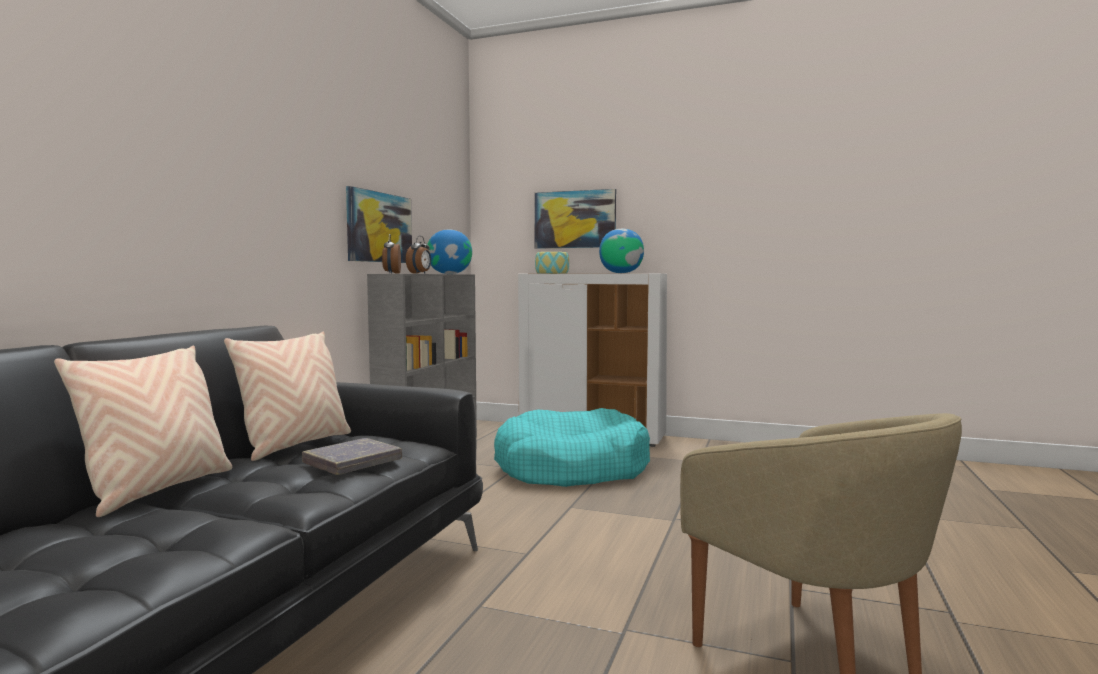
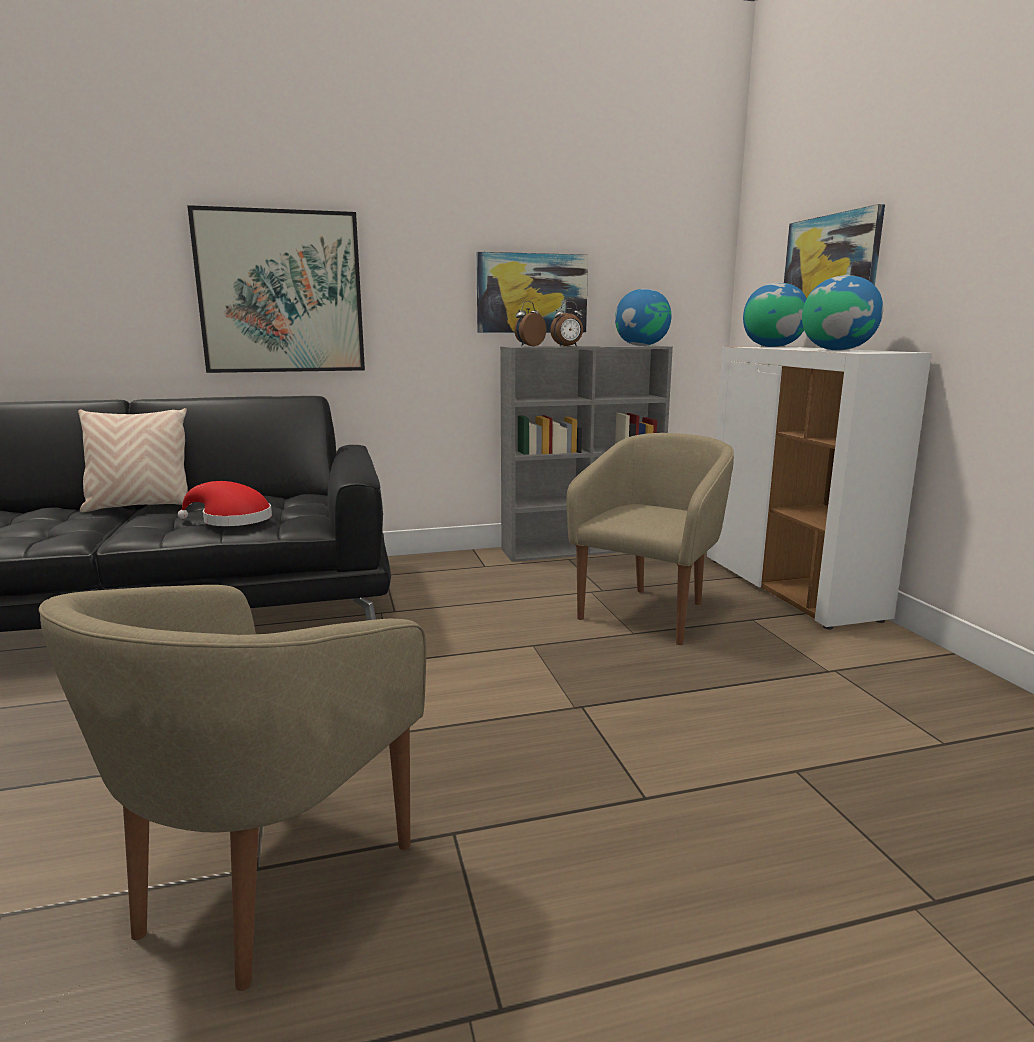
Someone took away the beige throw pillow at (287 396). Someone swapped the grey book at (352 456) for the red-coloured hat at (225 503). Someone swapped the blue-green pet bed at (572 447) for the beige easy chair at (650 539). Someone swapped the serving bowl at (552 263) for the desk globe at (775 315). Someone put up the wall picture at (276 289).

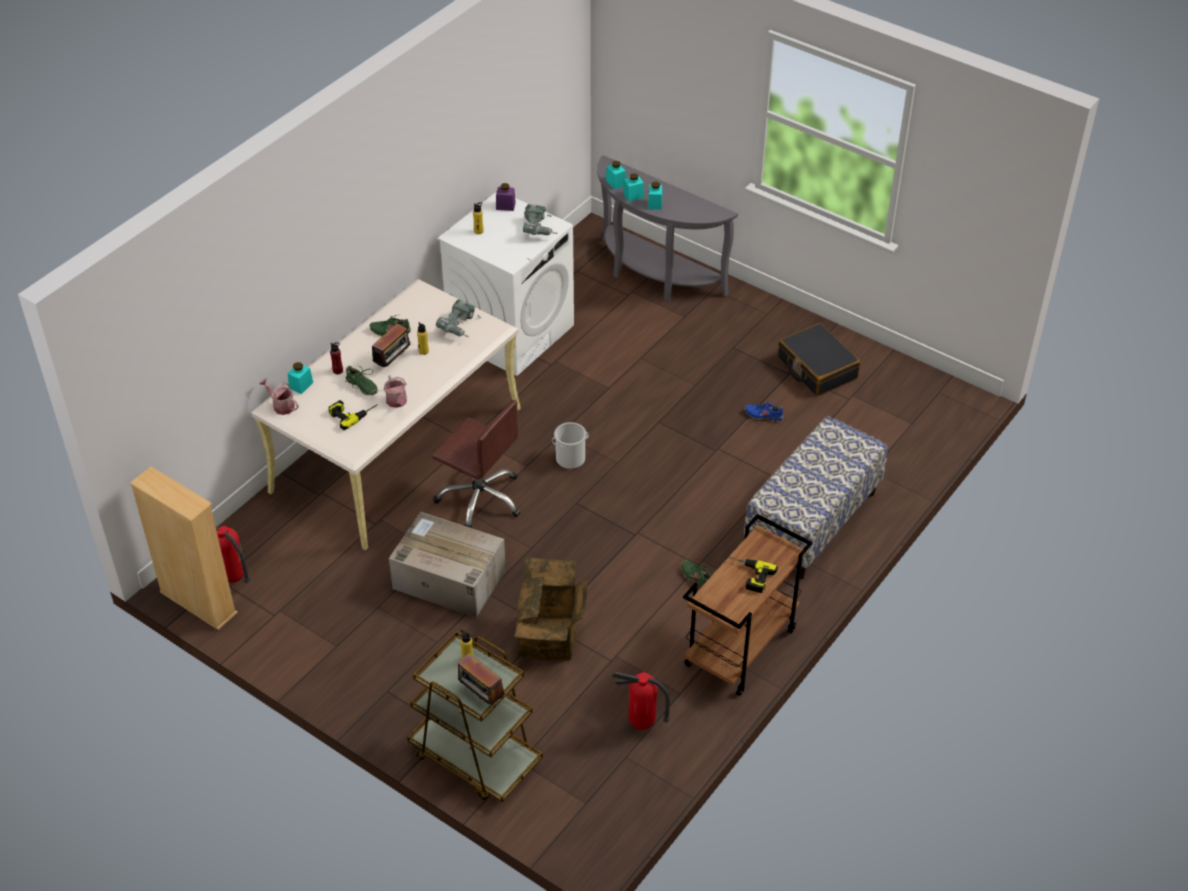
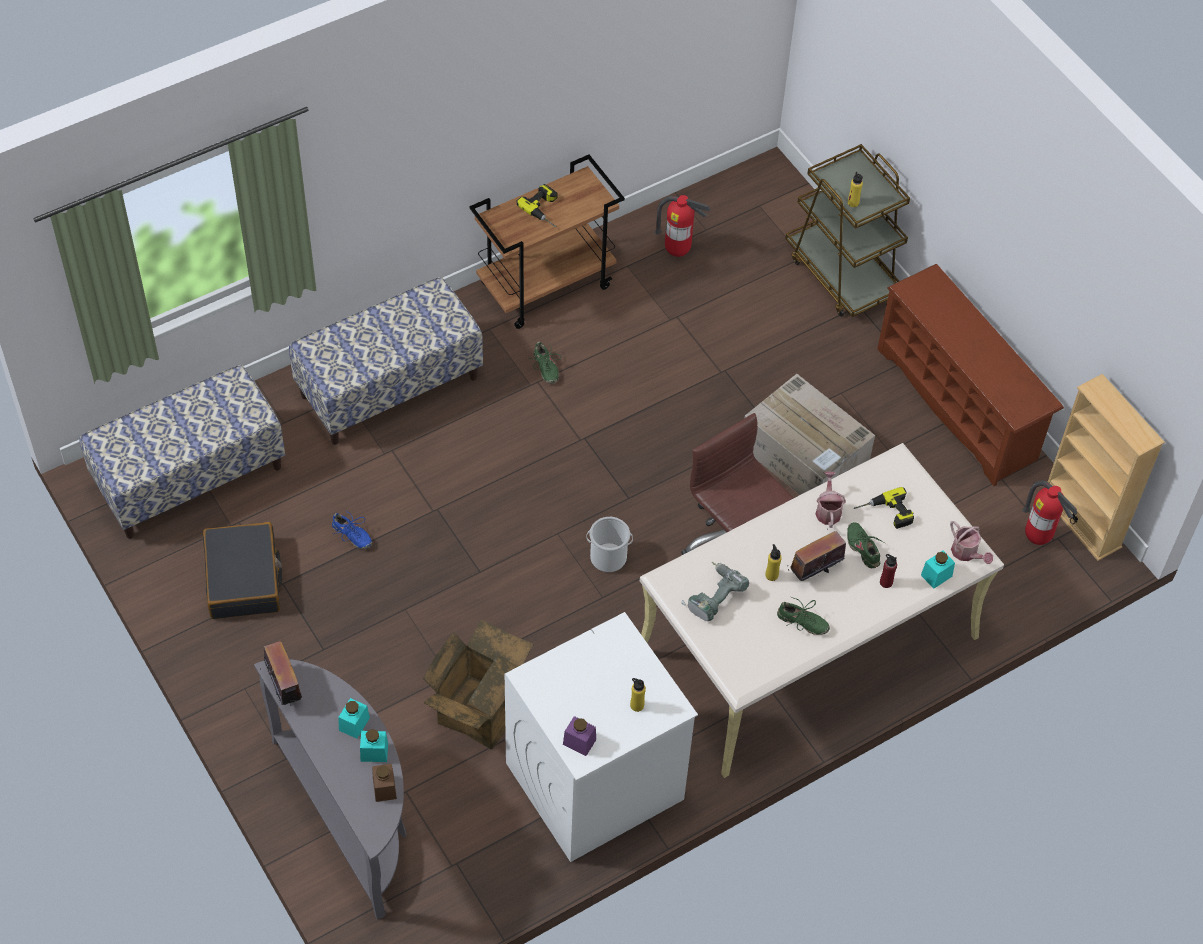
Someone carried the radio set from (481 679) to (283 674). Someone carried the packing box from (551 608) to (478 684). Someone took away the power drill at (540 219). Someone repainted the blue-green jar at (616 175), which became the brown-coloured jar at (384 783). Someone put down the long seat at (182 452). Someone put down the brown-coloured shoe rack at (970 375).

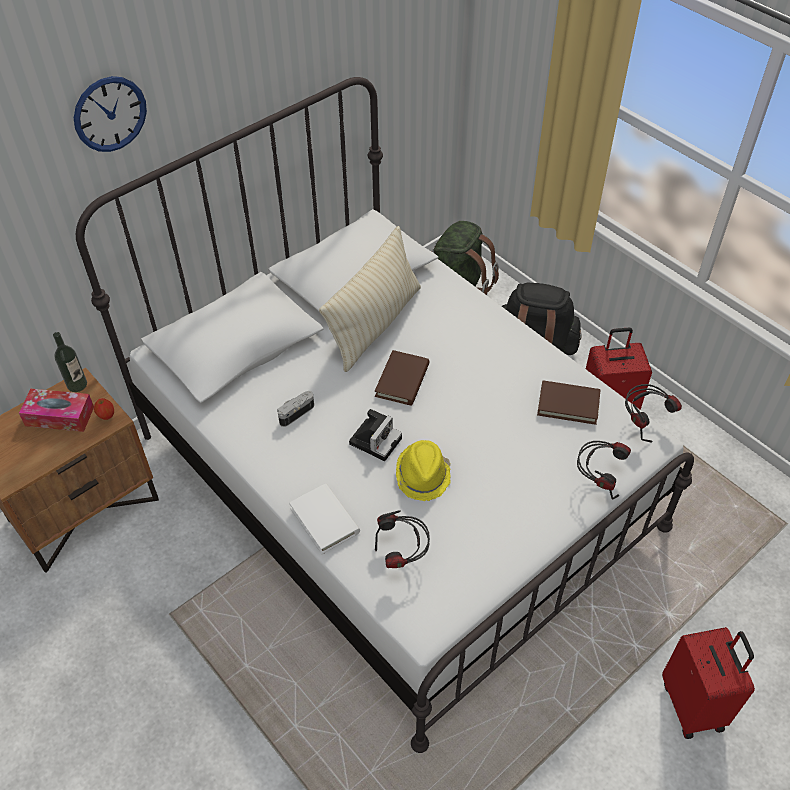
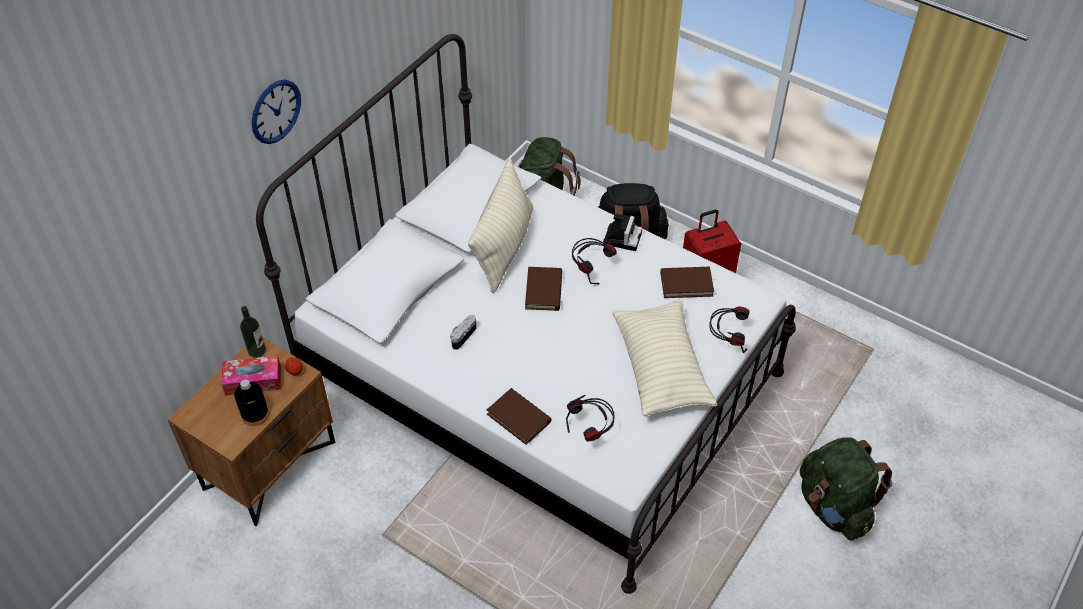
Someone repainted the whitish book at (324 518), which became the brown-coloured book at (519 416). Someone carried the still camera from (375 435) to (622 232). Someone took away the yellow hat at (423 470). Someone carried the headset from (653 413) to (594 261). Someone swapped the red-coloured piece of luggage at (708 683) for the greenish backpack at (846 488). Someone put down the black-coloured beverage bottle at (251 403). Someone put down the beige throw pillow at (664 358).

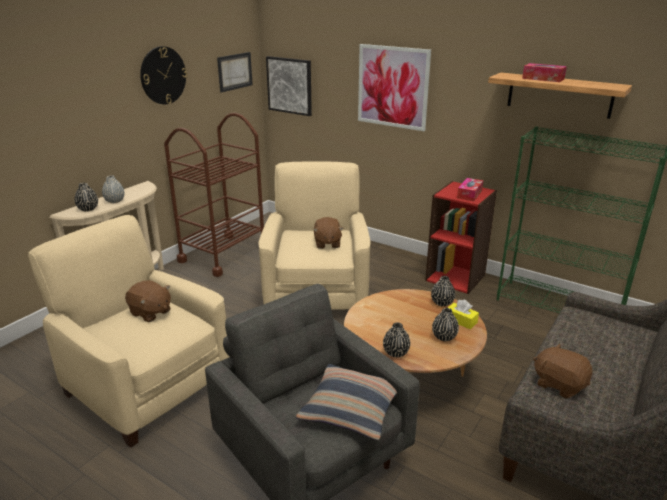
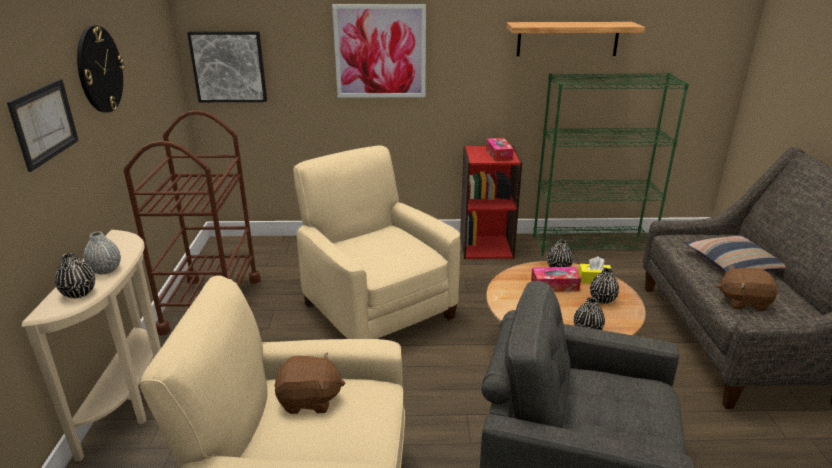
Someone carried the wall picture from (235 72) to (43 125). Someone carried the throw pillow from (346 402) to (735 253). Someone took away the brown-coloured cuddly toy at (328 233). Someone carried the tissue holder from (544 72) to (556 279).

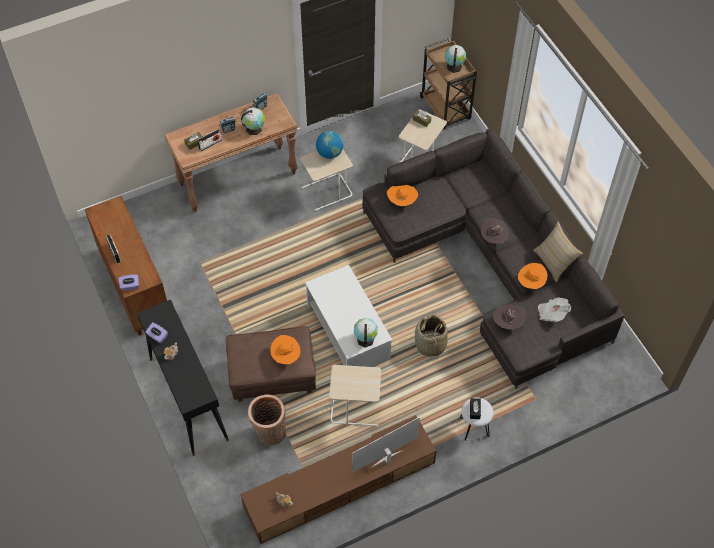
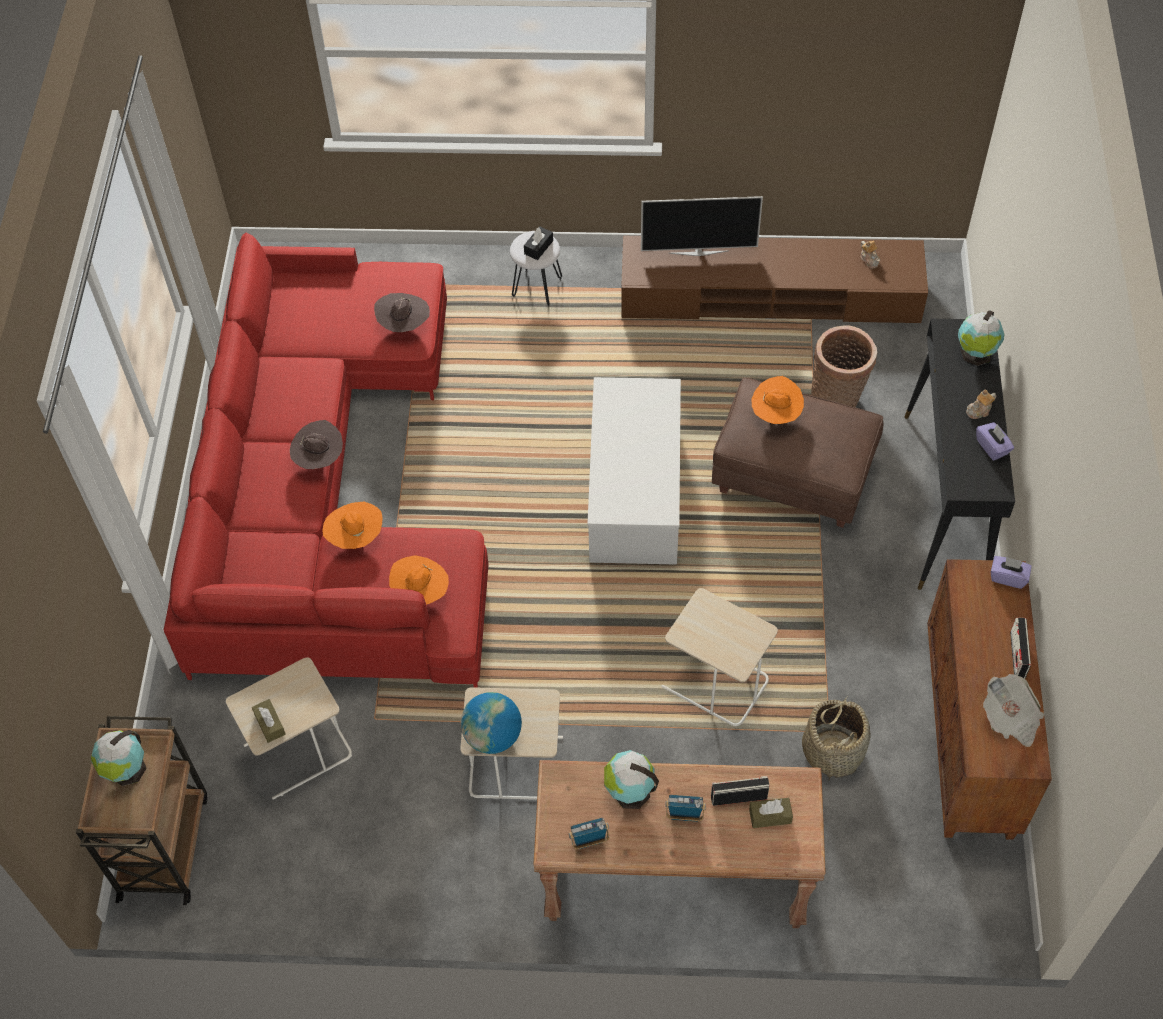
Someone carried the beige end table from (355 395) to (719 657). Someone carried the desk globe from (366 333) to (981 338). Someone repainted the grey couch at (493 259), which became the red-coloured couch at (326 460). Someone carried the household basket from (431 336) to (836 738). Someone carried the orange-coloured hat from (533 276) to (352 525). Someone took away the beige throw pillow at (558 252). Someone carried the daily paper from (554 309) to (1013 710).

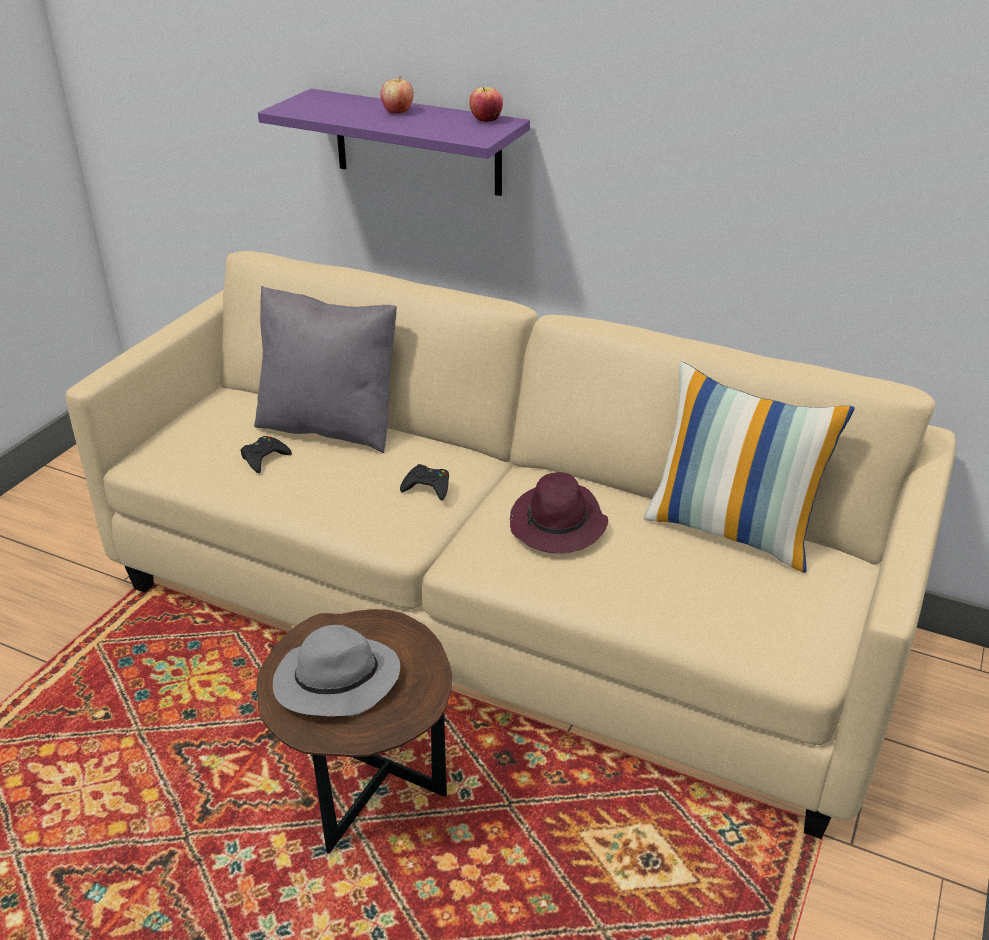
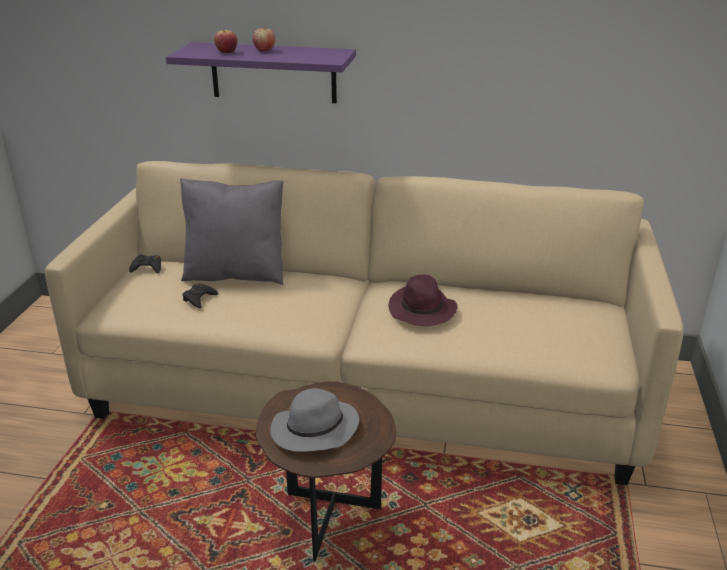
Someone carried the black-coloured joypad from (424 482) to (145 264). Someone carried the whole apple from (486 104) to (225 41). Someone took away the throw pillow at (749 467).

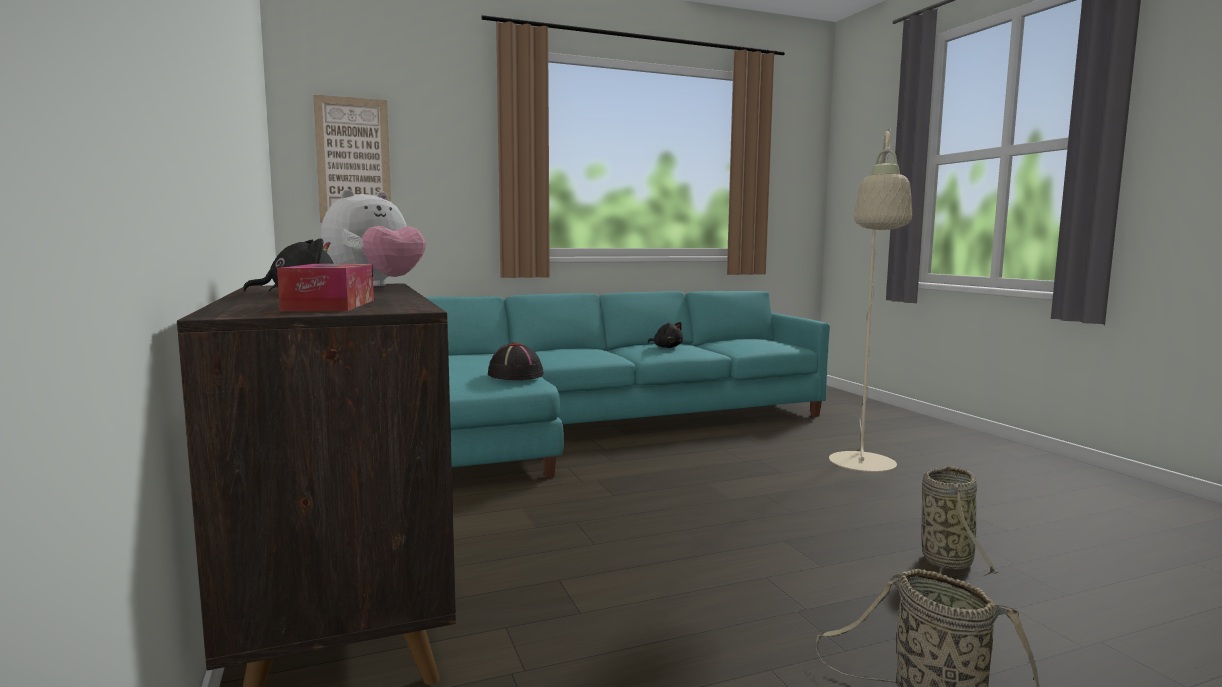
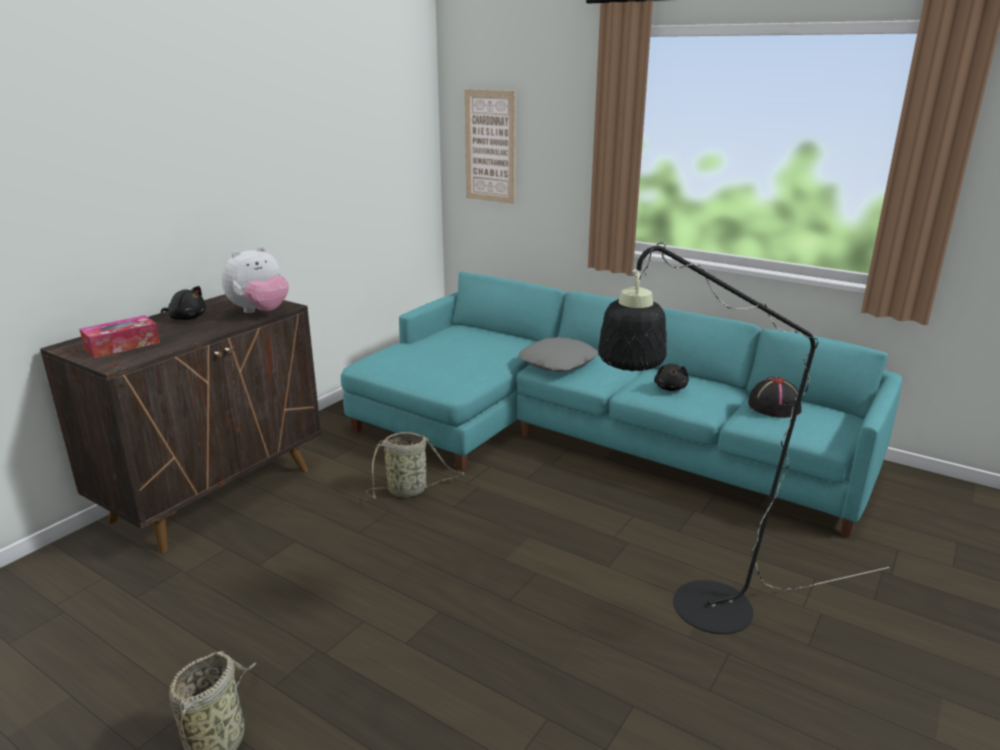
Someone rotated the cuddly toy at (373 237) by 45 degrees counterclockwise. Someone carried the black-coloured hat from (516 361) to (775 397). Someone repainted the beige standard lamp at (870 300), which became the black-coloured standard lamp at (743 438). Someone carried the household basket from (959 523) to (415 465). Someone put down the grey throw pillow at (558 354).

